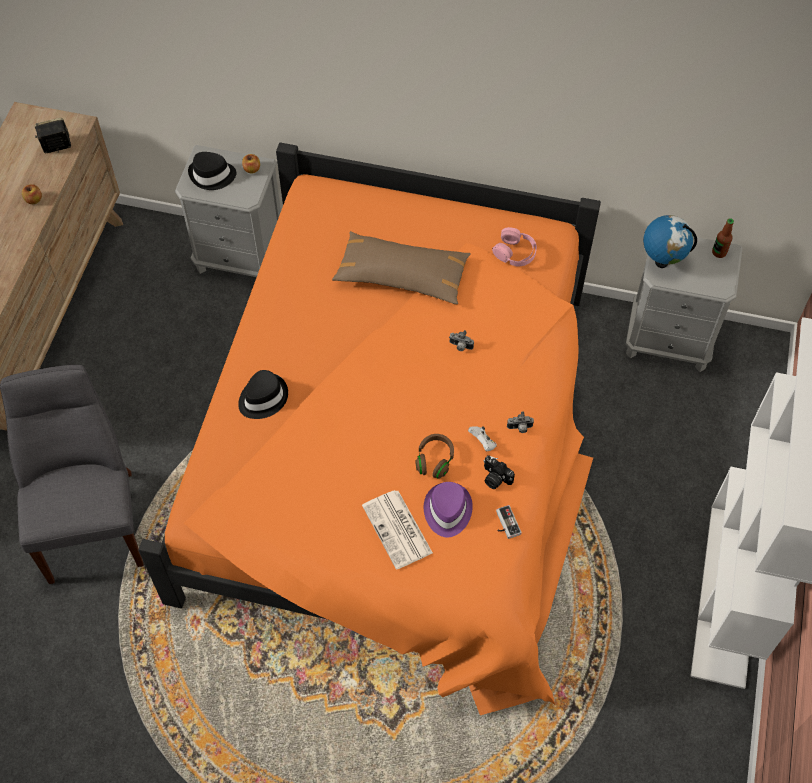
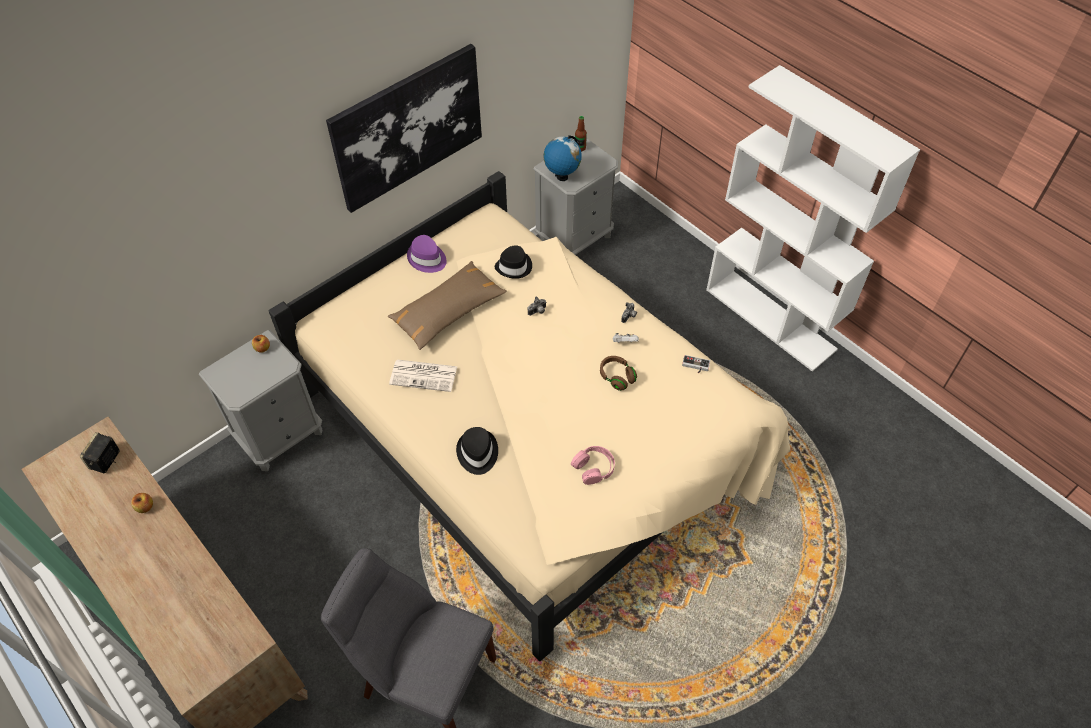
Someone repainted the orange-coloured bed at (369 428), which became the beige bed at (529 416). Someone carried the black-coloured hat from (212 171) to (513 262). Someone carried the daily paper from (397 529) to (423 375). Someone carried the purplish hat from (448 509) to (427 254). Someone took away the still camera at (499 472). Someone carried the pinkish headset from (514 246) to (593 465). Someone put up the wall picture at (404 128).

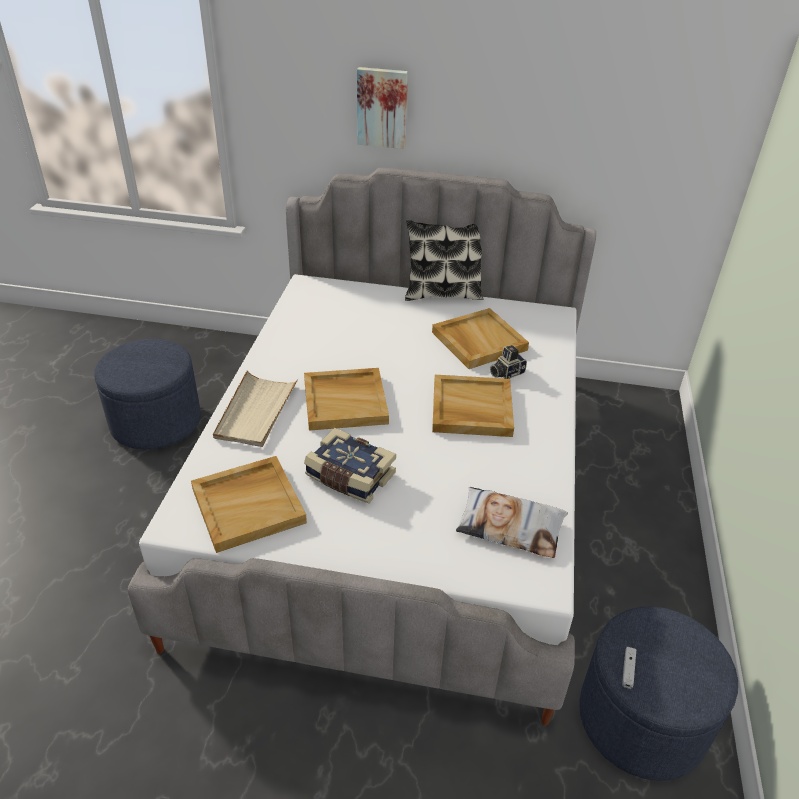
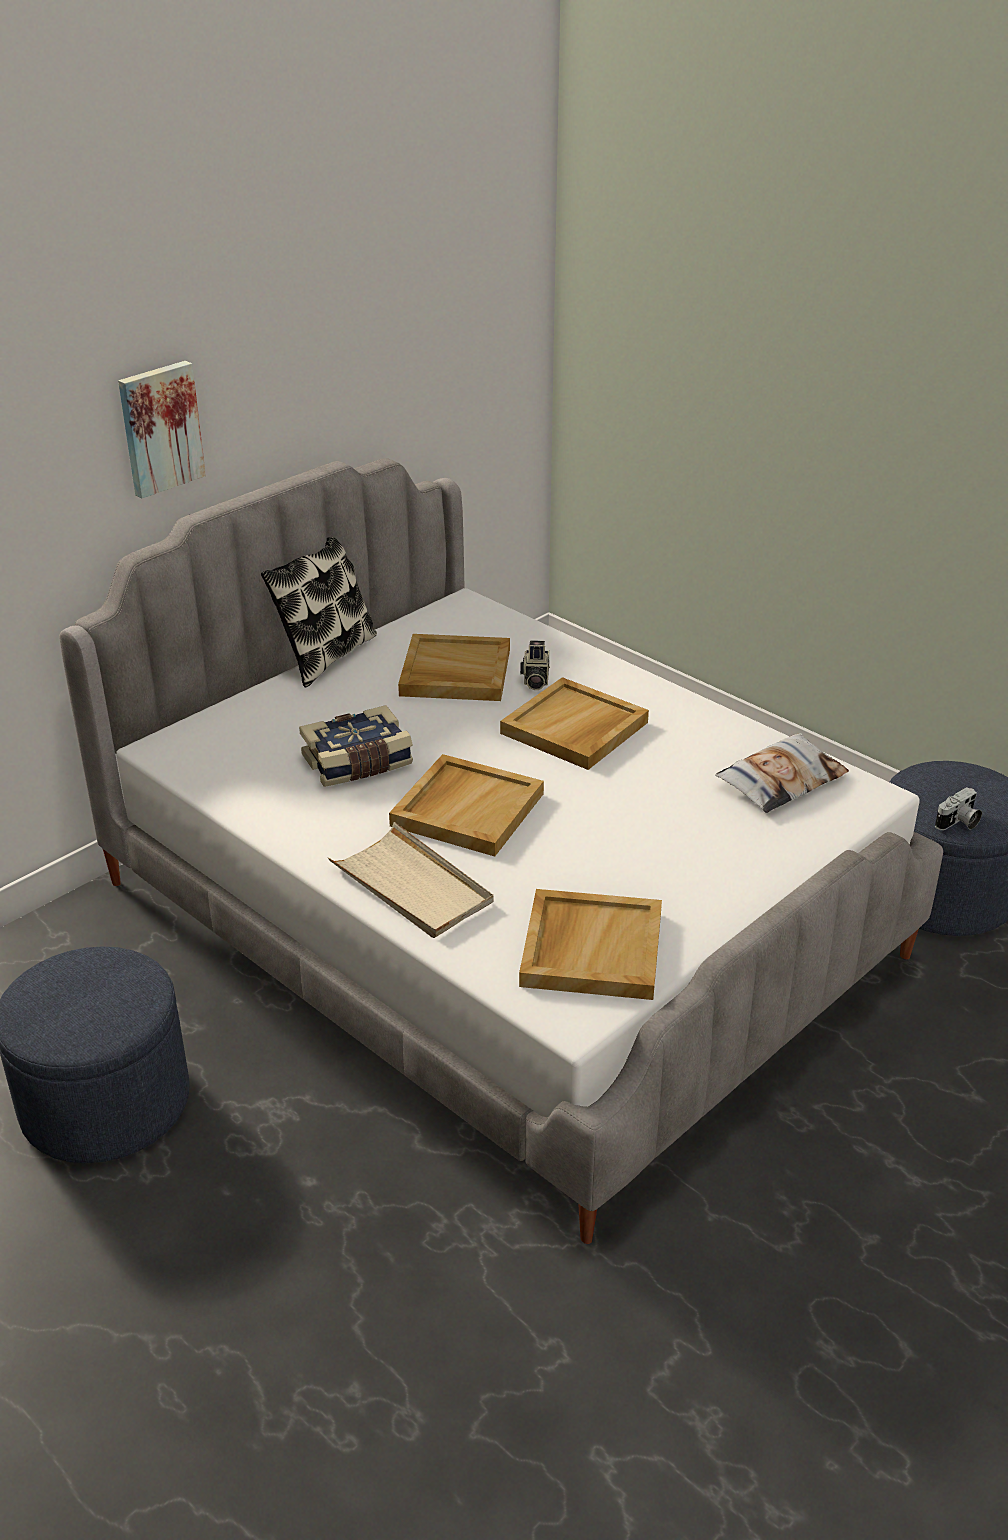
Someone carried the book from (350 465) to (356 746). Someone swapped the whitish joypad at (629 668) for the still camera at (958 808).

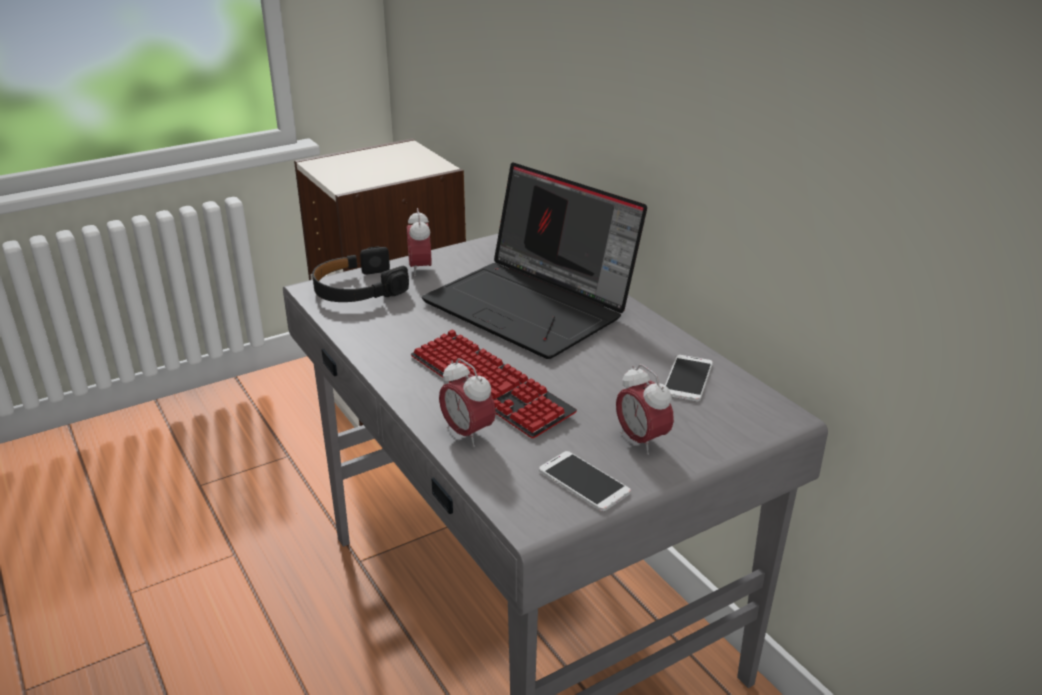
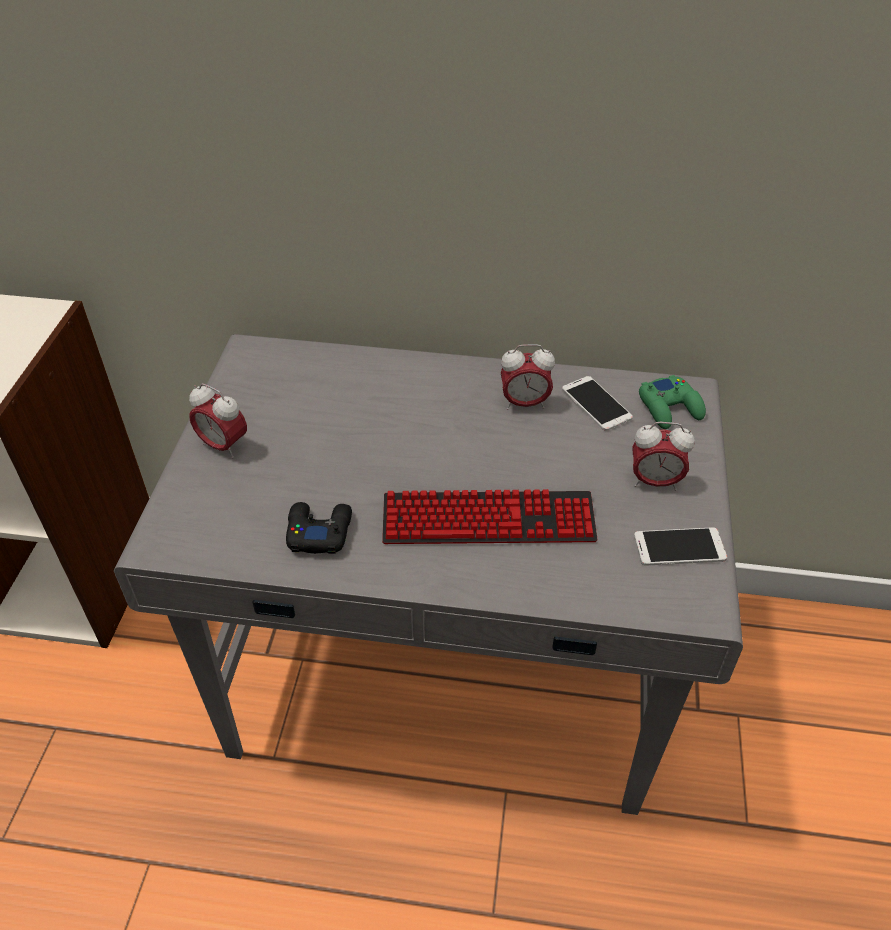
Someone took away the black-coloured headset at (360 274). Someone took away the notebook computer at (534 260). Someone carried the bedside clock from (467 402) to (528 377). Someone put down the black-coloured joypad at (319 528). Someone put down the greenish joypad at (672 402).

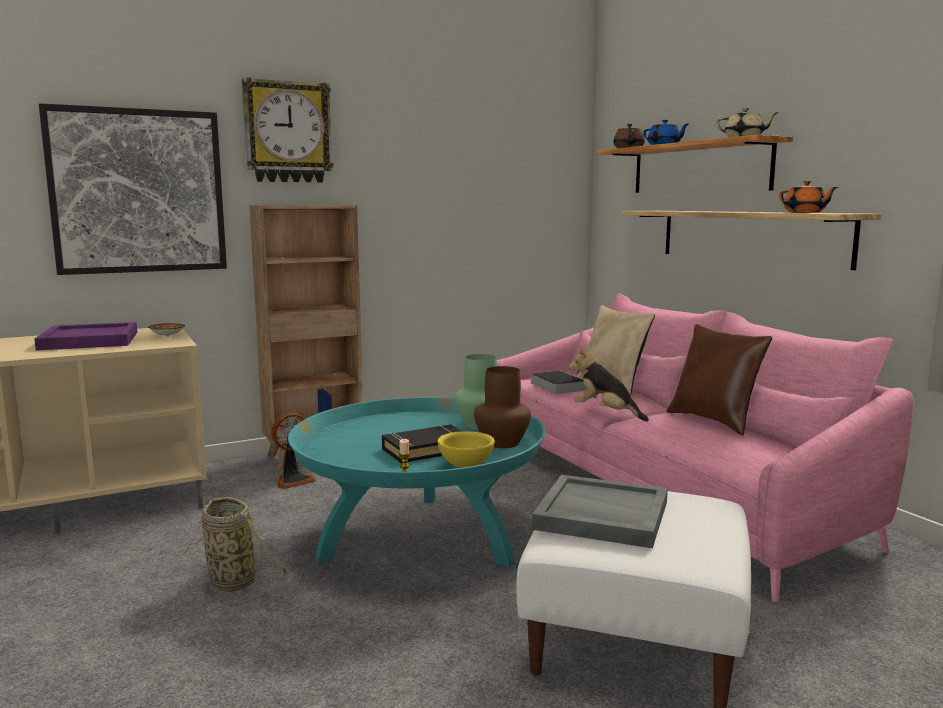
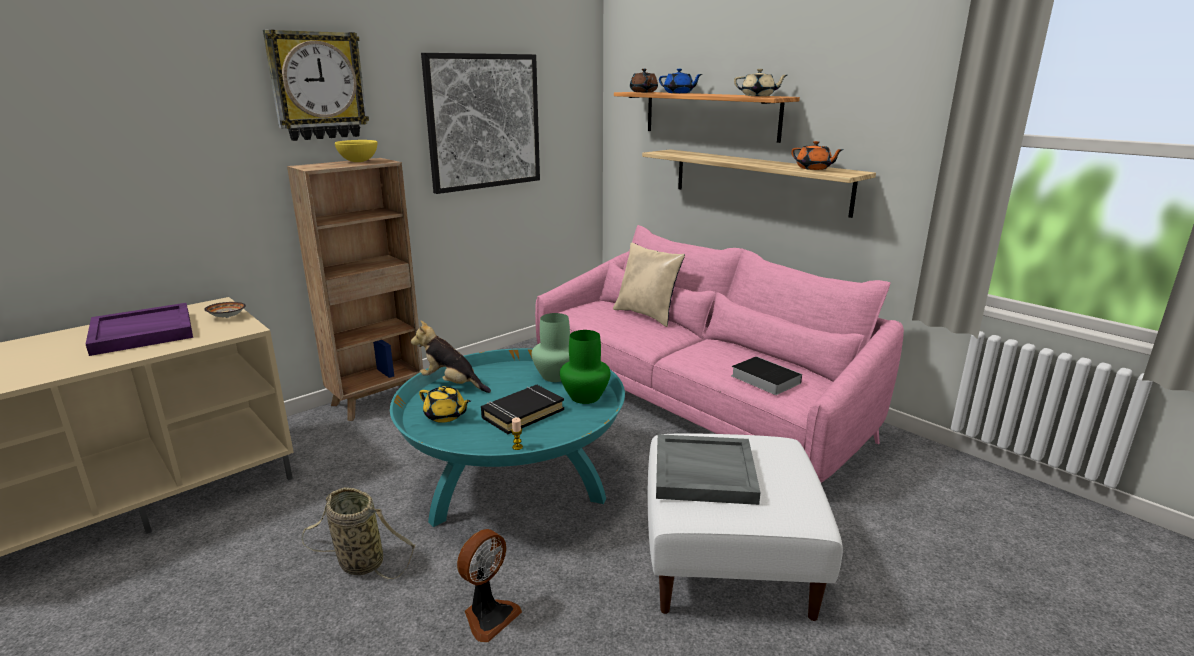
Someone carried the wall picture from (133 189) to (480 123). Someone carried the fan from (293 450) to (489 585). Someone carried the yellow serving bowl from (466 449) to (356 151). Someone repainted the brown-coloured flower vase at (502 407), which became the greenish flower vase at (585 367). Someone carried the book from (558 382) to (766 375). Someone carried the cuddly toy from (608 384) to (451 357). Someone took away the brown-coloured throw pillow at (719 379). Someone put down the yellow tea pot at (445 404).

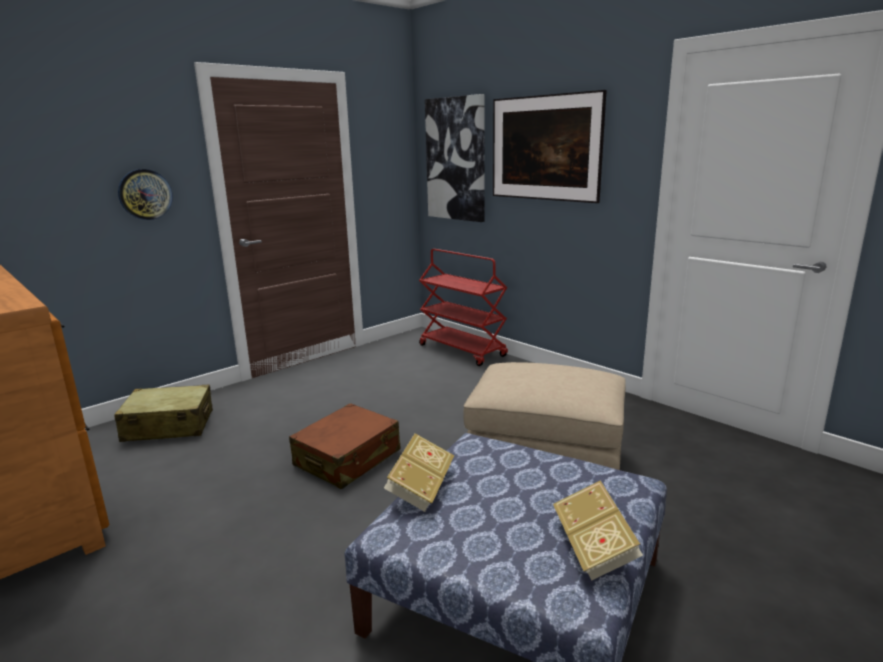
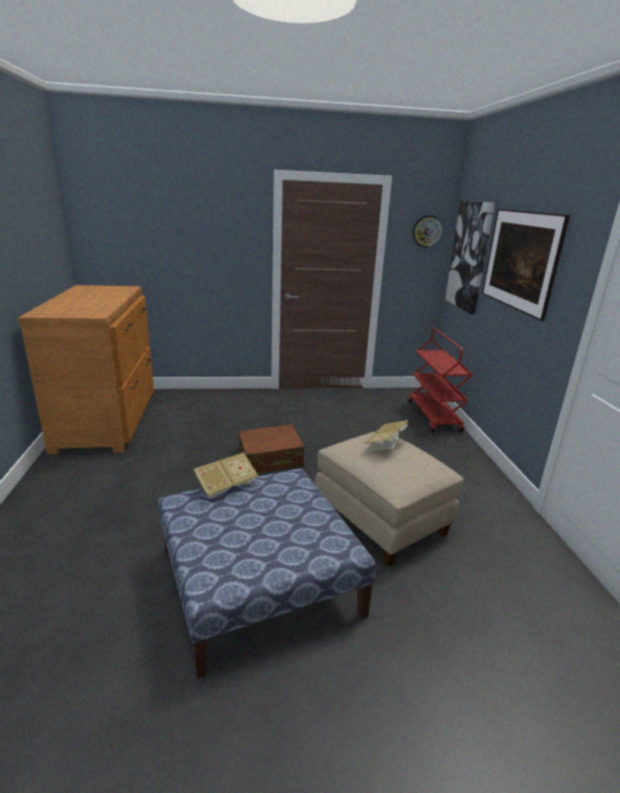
Someone took away the beige piece of luggage at (163 413). Someone carried the hanging clock from (145 194) to (427 231). Someone carried the book from (598 530) to (386 436).

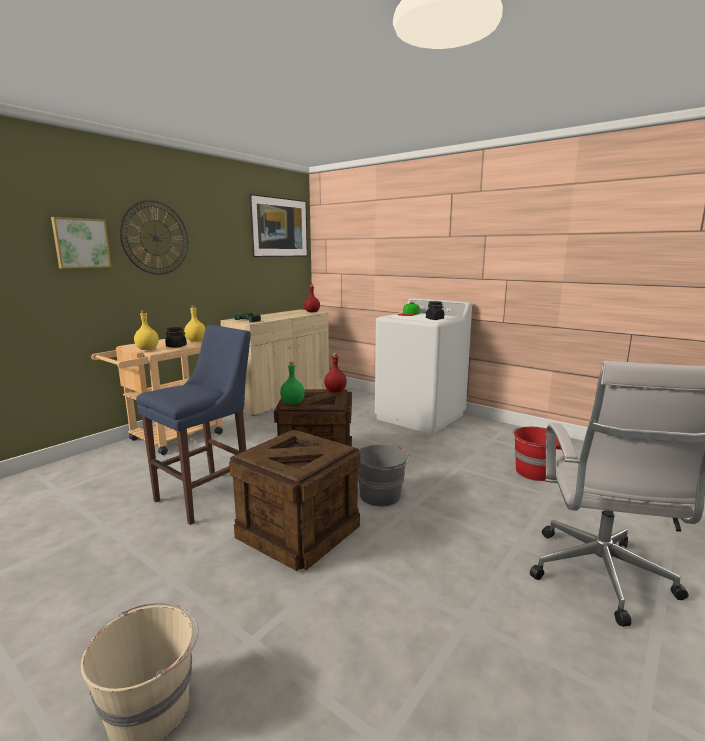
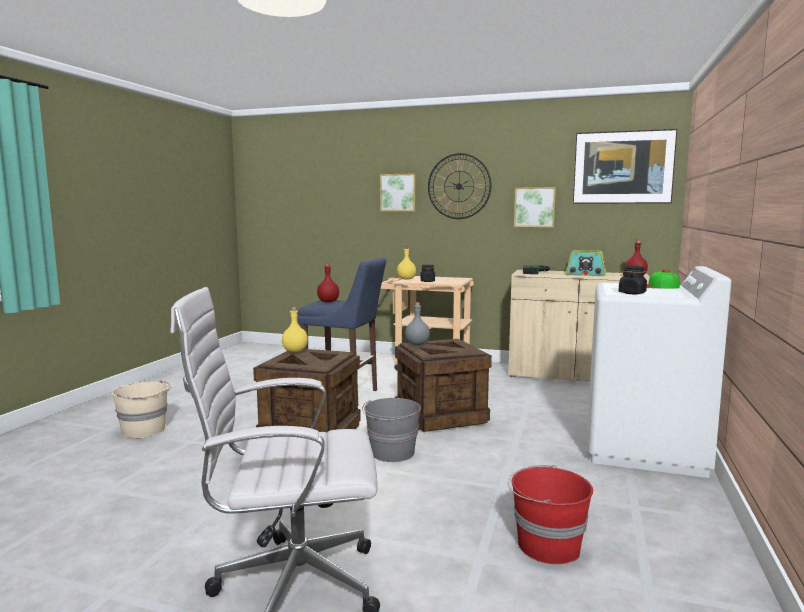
Someone carried the yellow beverage bottle from (195 323) to (295 329). Someone repainted the greenish beverage bottle at (292 383), which became the grey beverage bottle at (417 323). Someone carried the red-coloured beverage bottle from (335 373) to (328 282). Someone put up the wall picture at (535 207). Someone put down the radio set at (586 263).

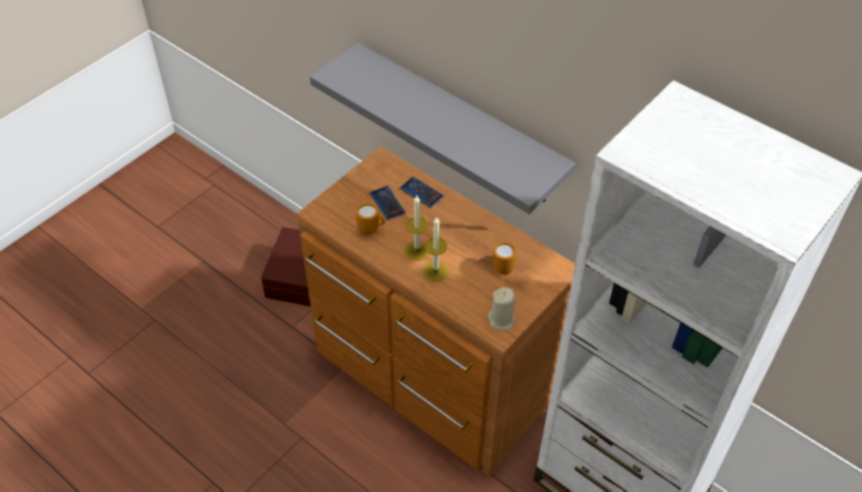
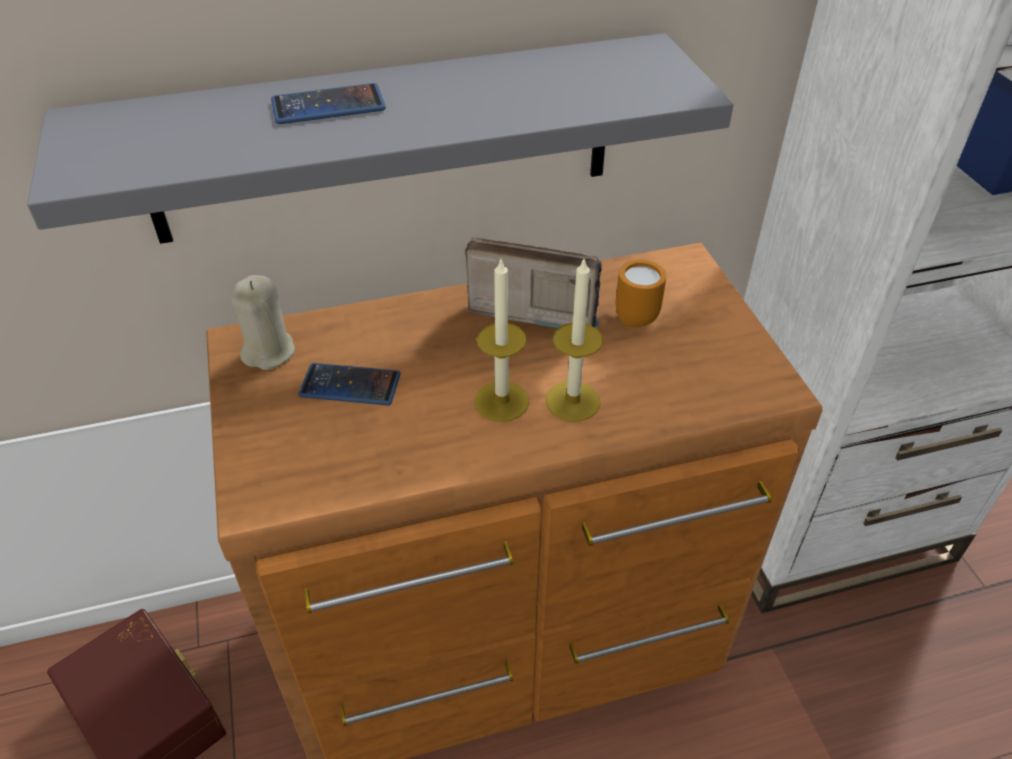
Someone took away the orange-coloured mug at (370 218). Someone carried the handset from (422 192) to (328 103). Someone carried the beige wax light from (502 308) to (263 322). Someone put down the radio set at (533 283).

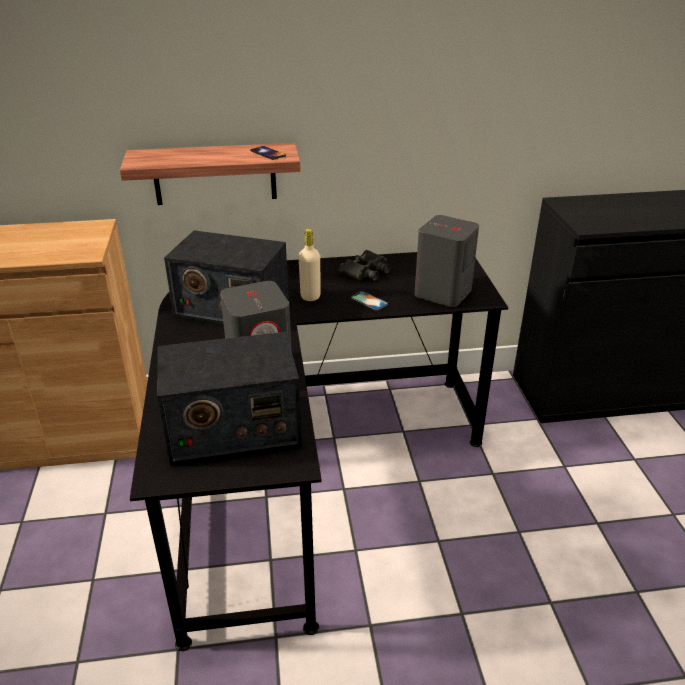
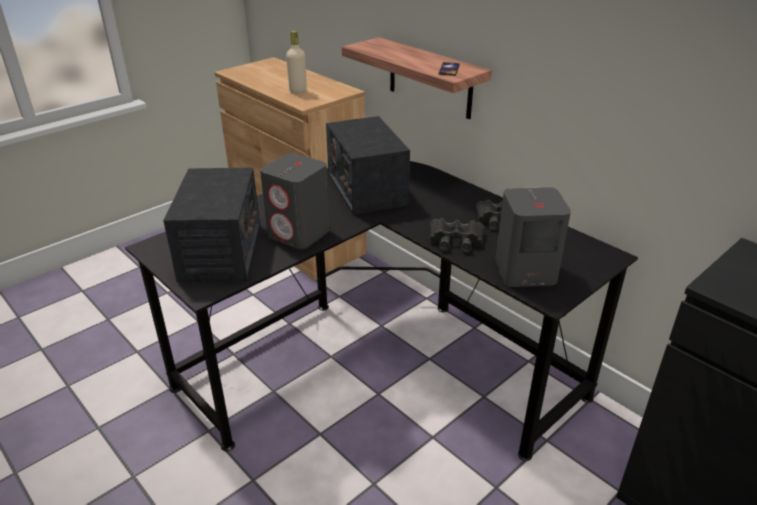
Someone rotated the radio set at (229 398) by 135 degrees counterclockwise. Someone carried the beige beverage bottle from (309 265) to (296 62). Someone swapped the handset at (369 301) for the black-coloured binoculars at (456 235).

